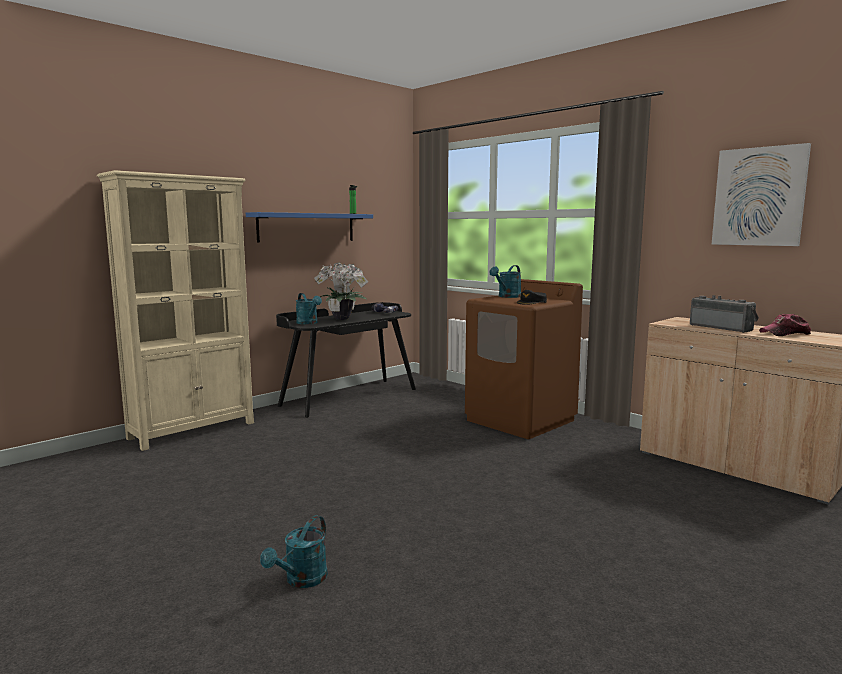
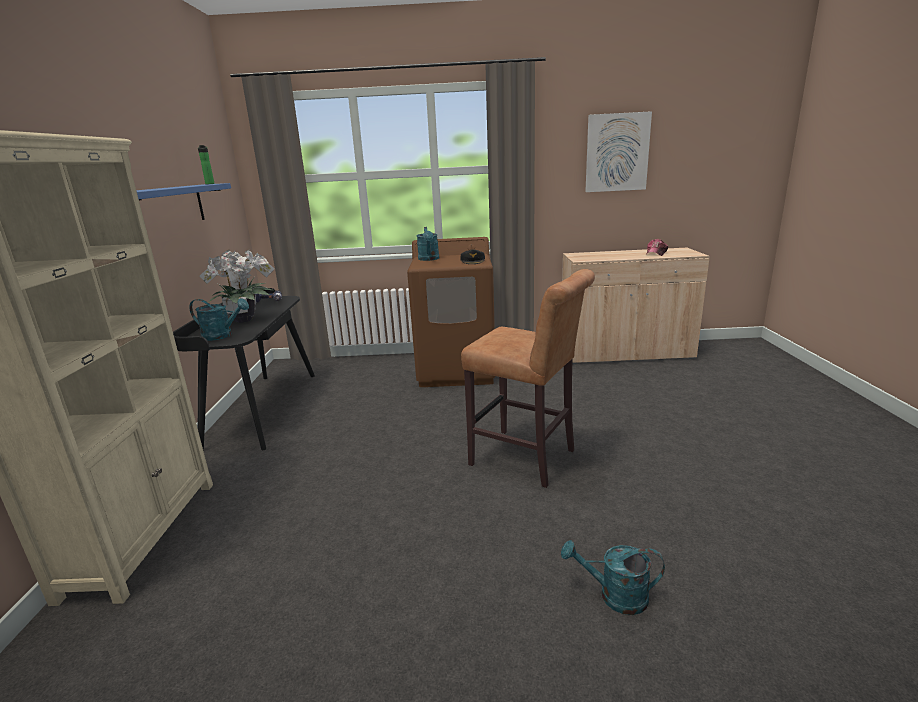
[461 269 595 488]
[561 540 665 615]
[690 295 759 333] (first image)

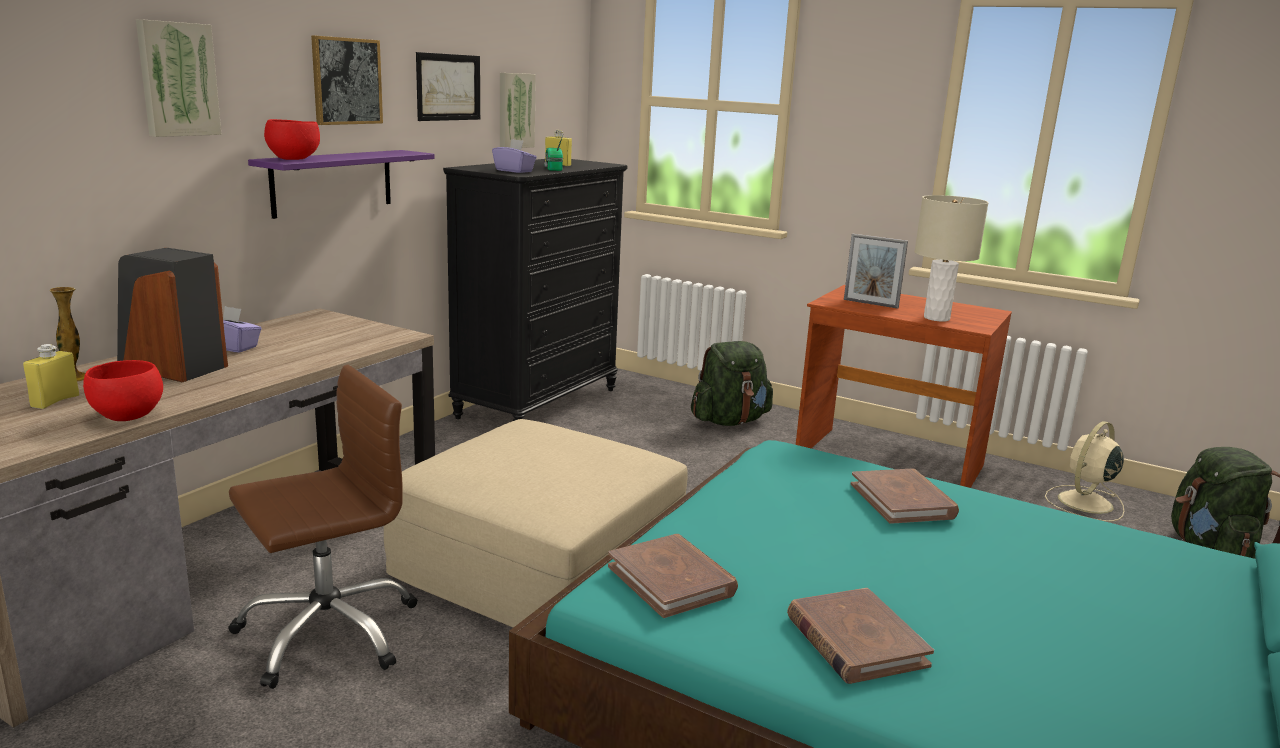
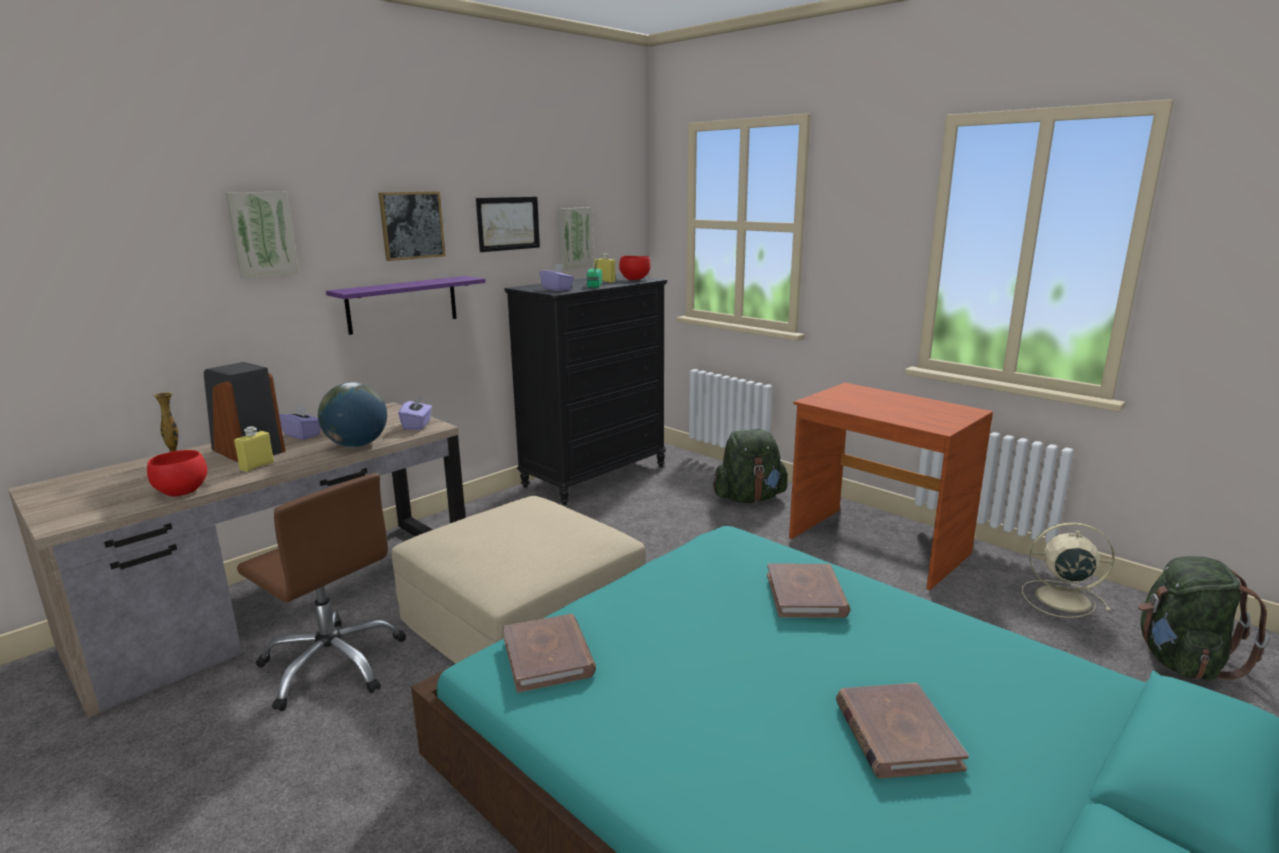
[234 426 274 472]
[237 473 406 711]
[318 382 387 447]
[398 396 432 430]
[619 256 651 280]
[836 683 969 779]
[1022 522 1115 618]
[844 234 908 309] (first image)
[914 195 989 322] (first image)

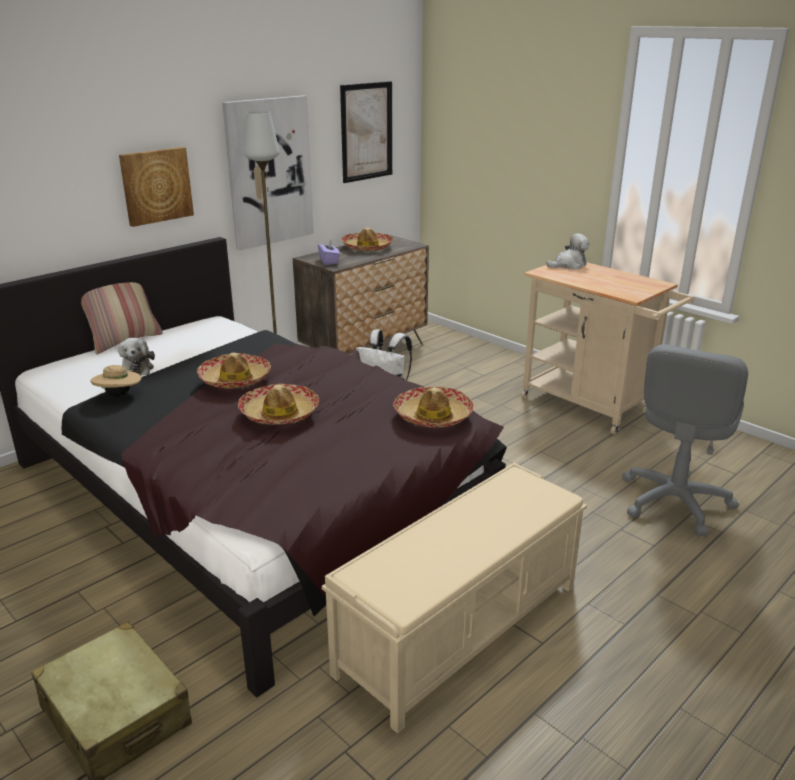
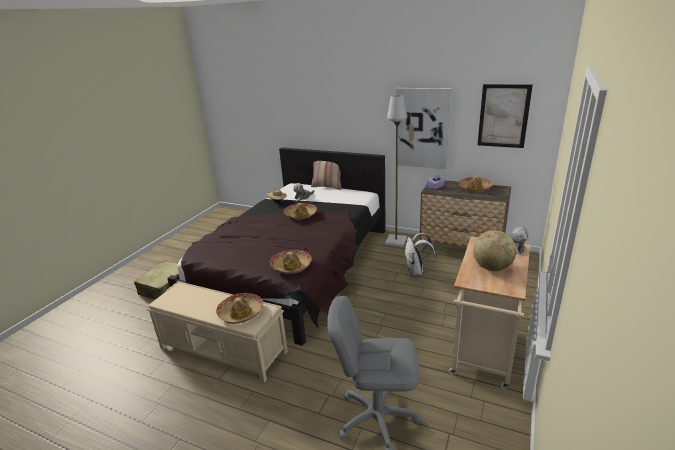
[216 293 263 324]
[473 230 516 271]
[119 147 194 227] (first image)

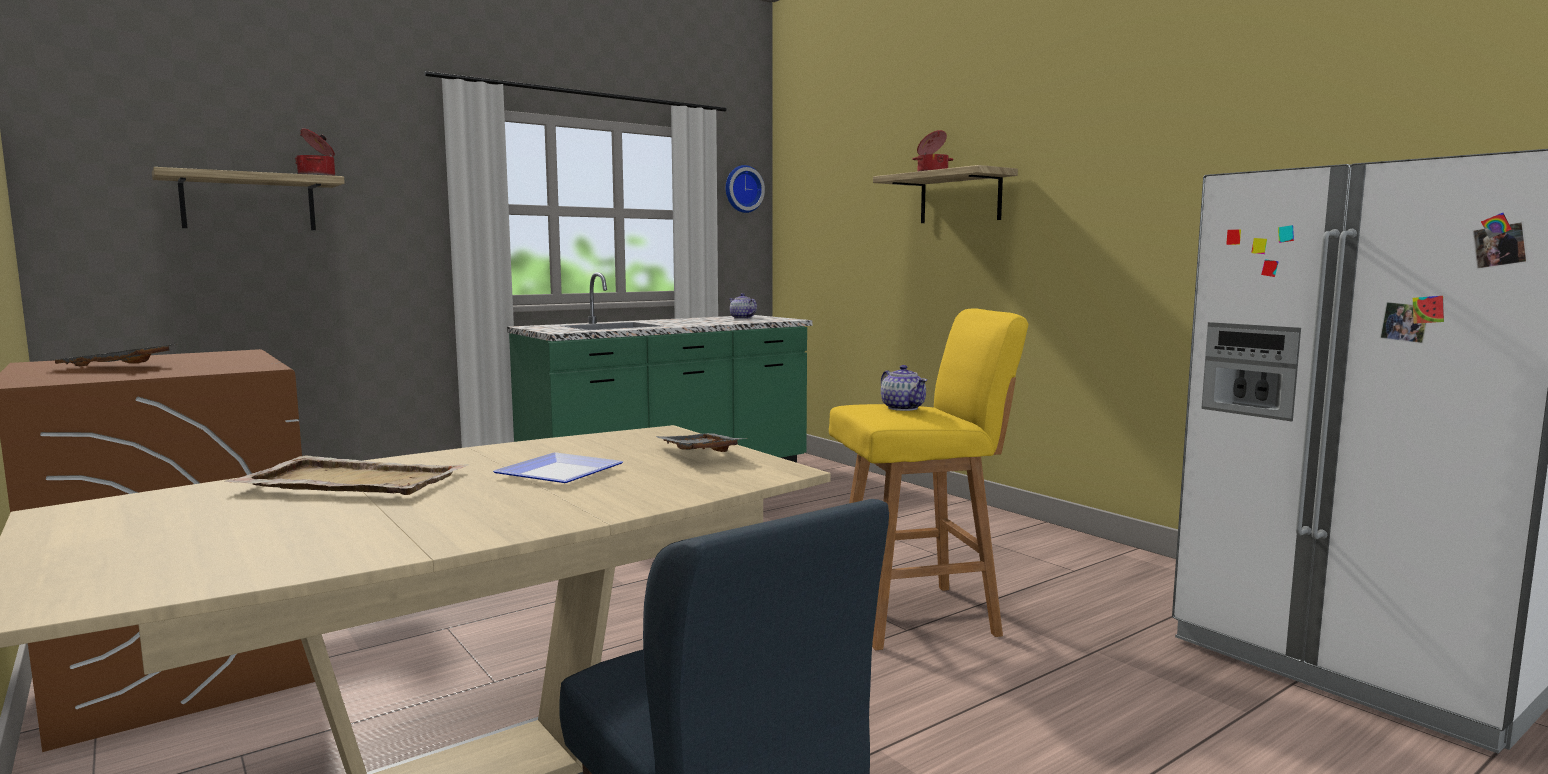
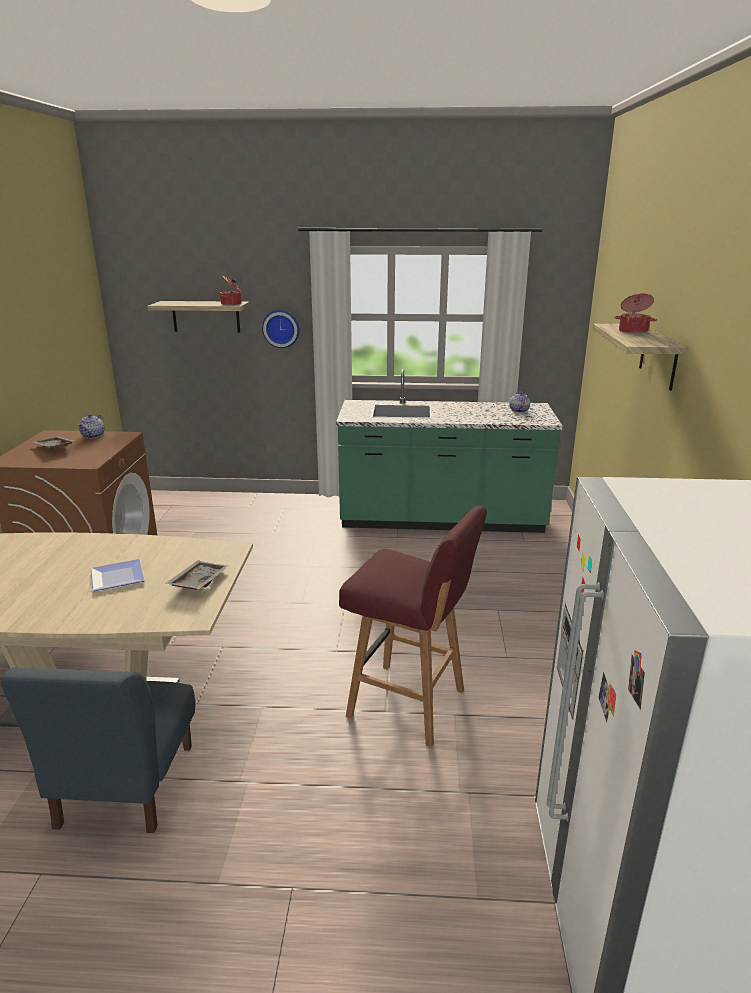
[78 414 105 439]
[262 310 300 348]
[339 505 487 747]
[224 455 469 495] (first image)

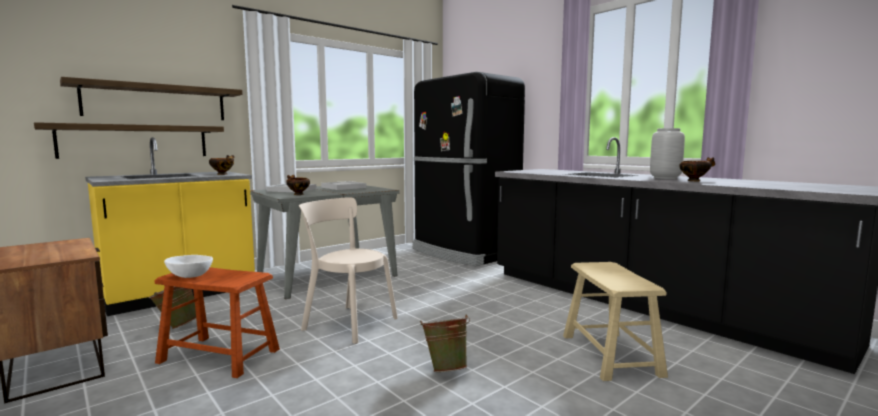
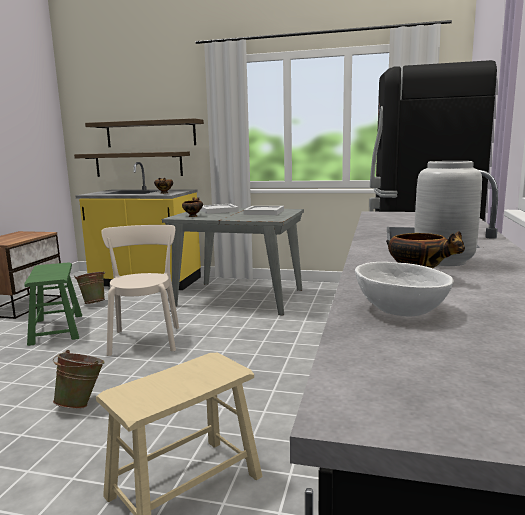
[24 262 82 346]
[355 262 454 316]

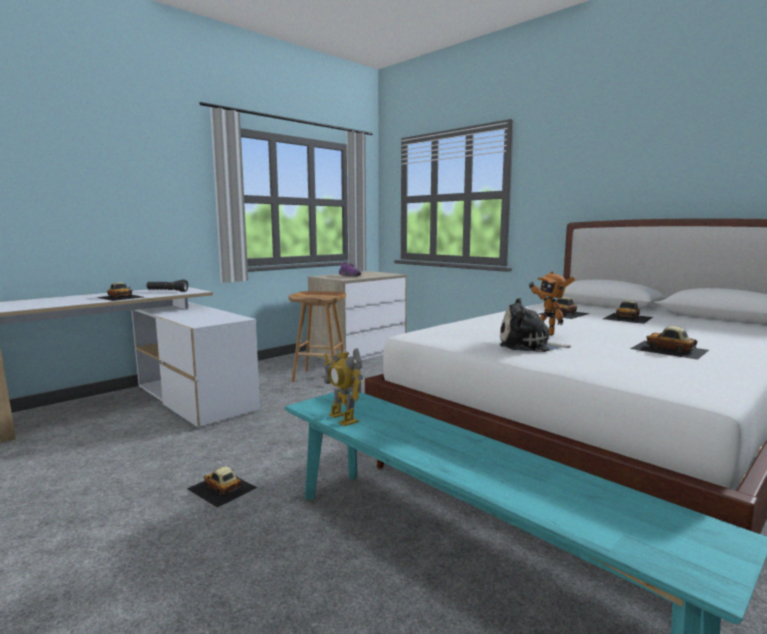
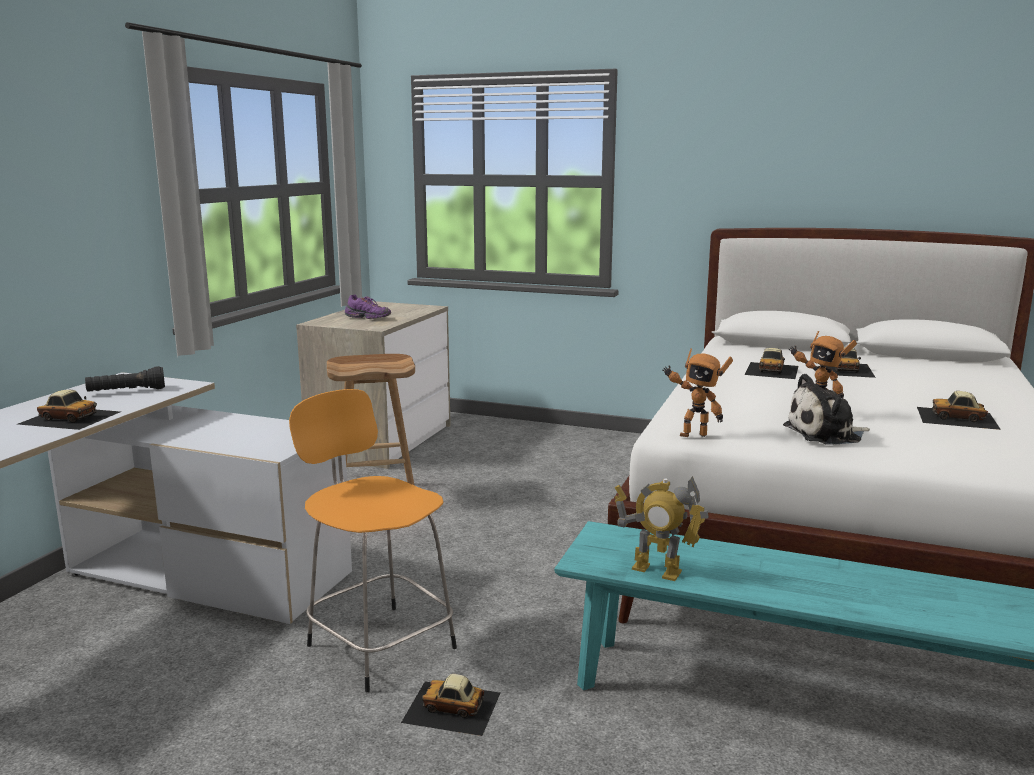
[289 389 457 692]
[662 348 733 437]

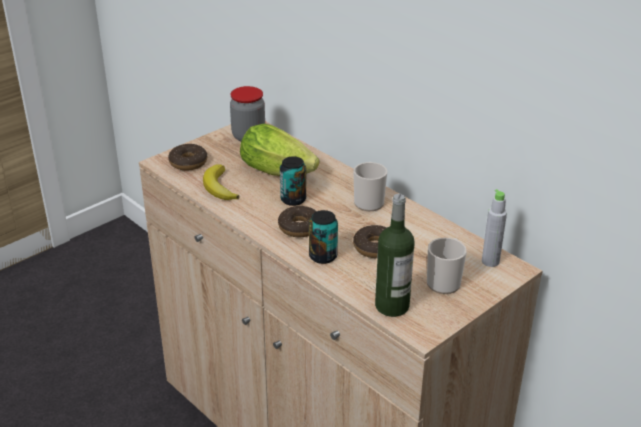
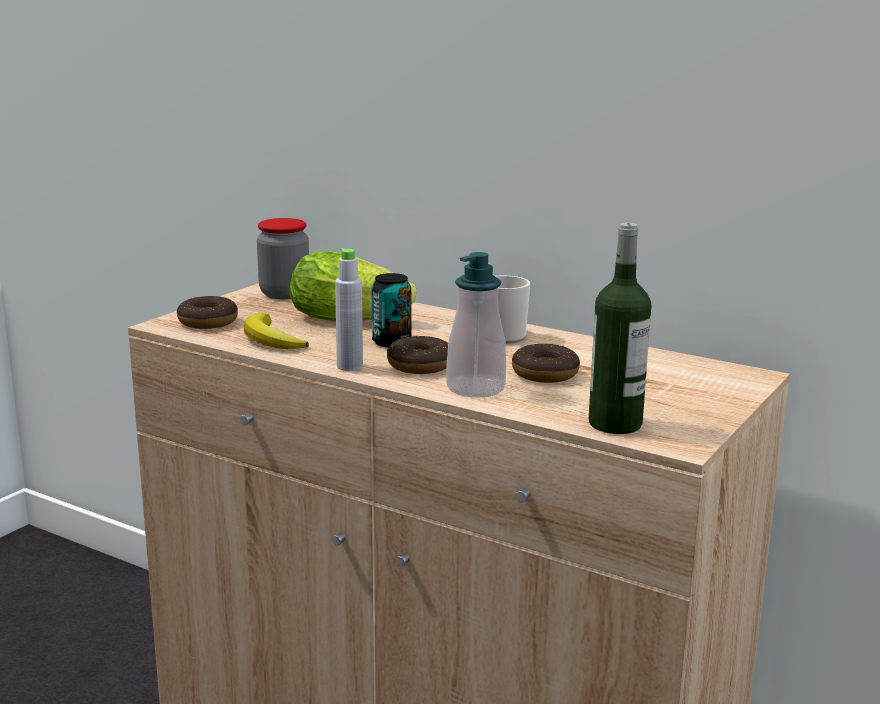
[335 248 363 371]
[446 252 506 398]
[427 238 467 294] (first image)

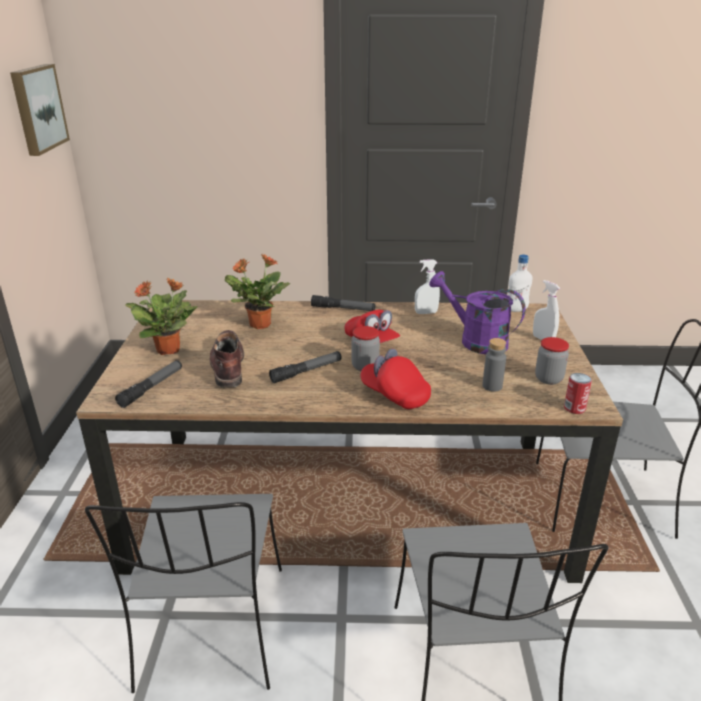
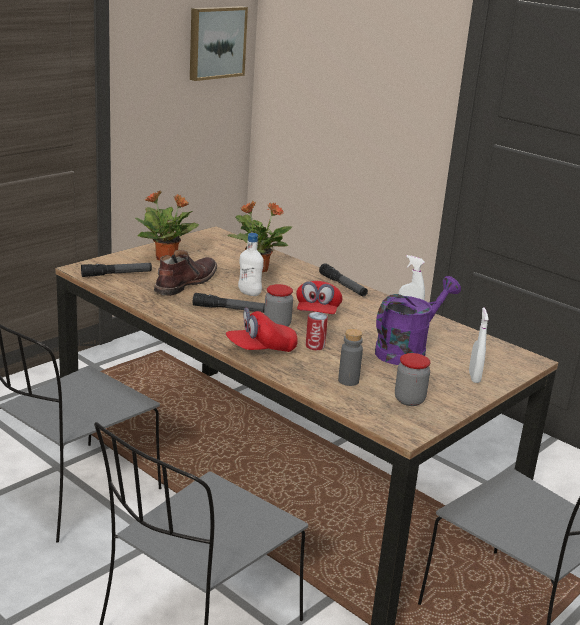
[225 308 298 352]
[238 233 264 296]
[305 312 328 350]
[375 276 461 365]

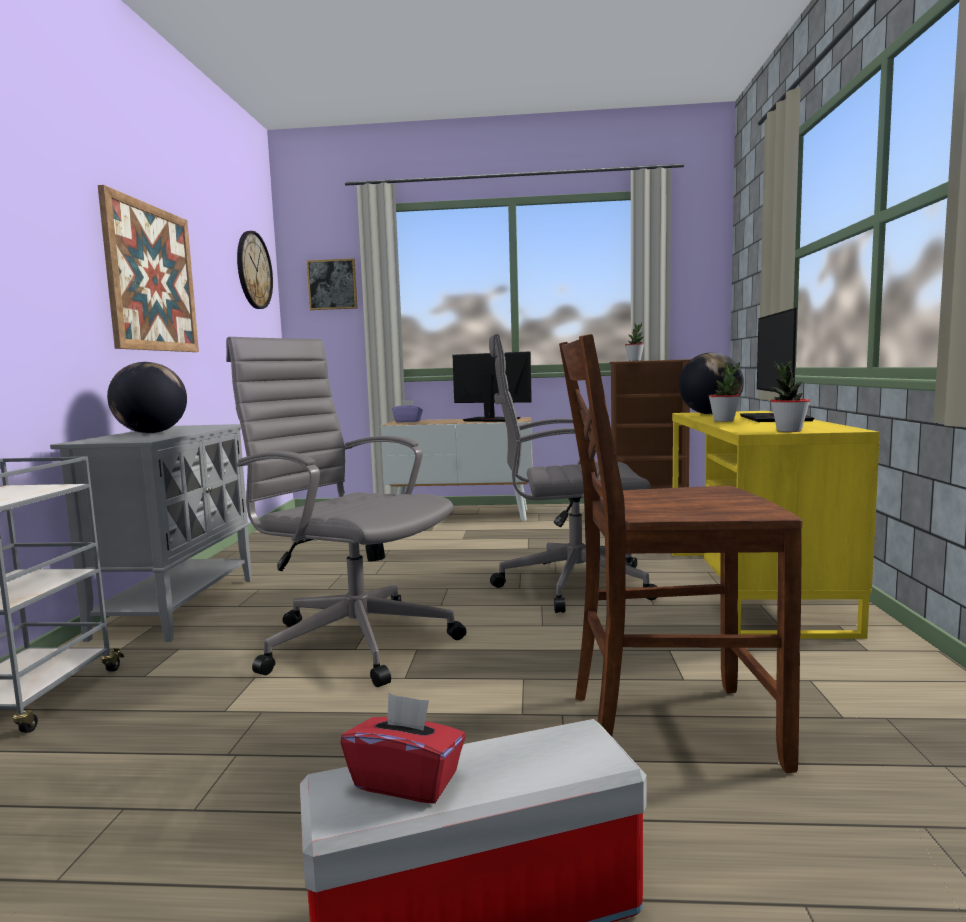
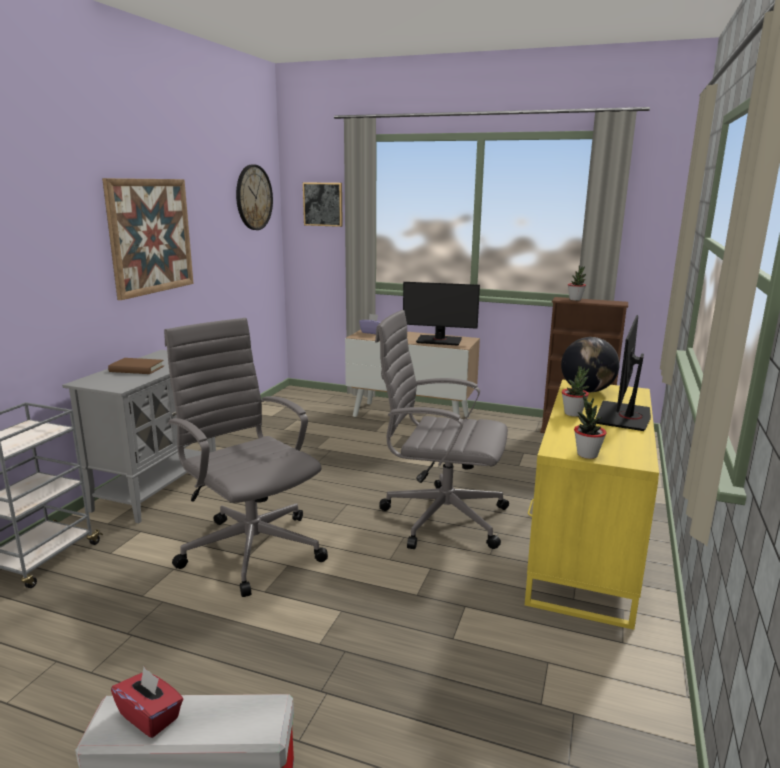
[108 358 164 374]
[403 282 480 346]
[559 334 803 773] (first image)

